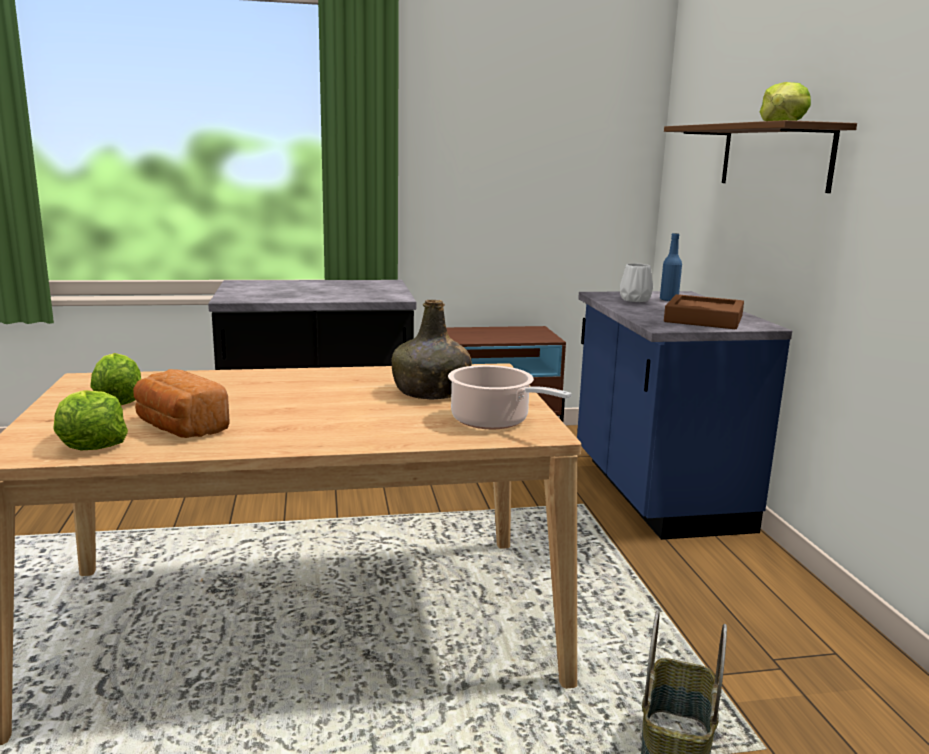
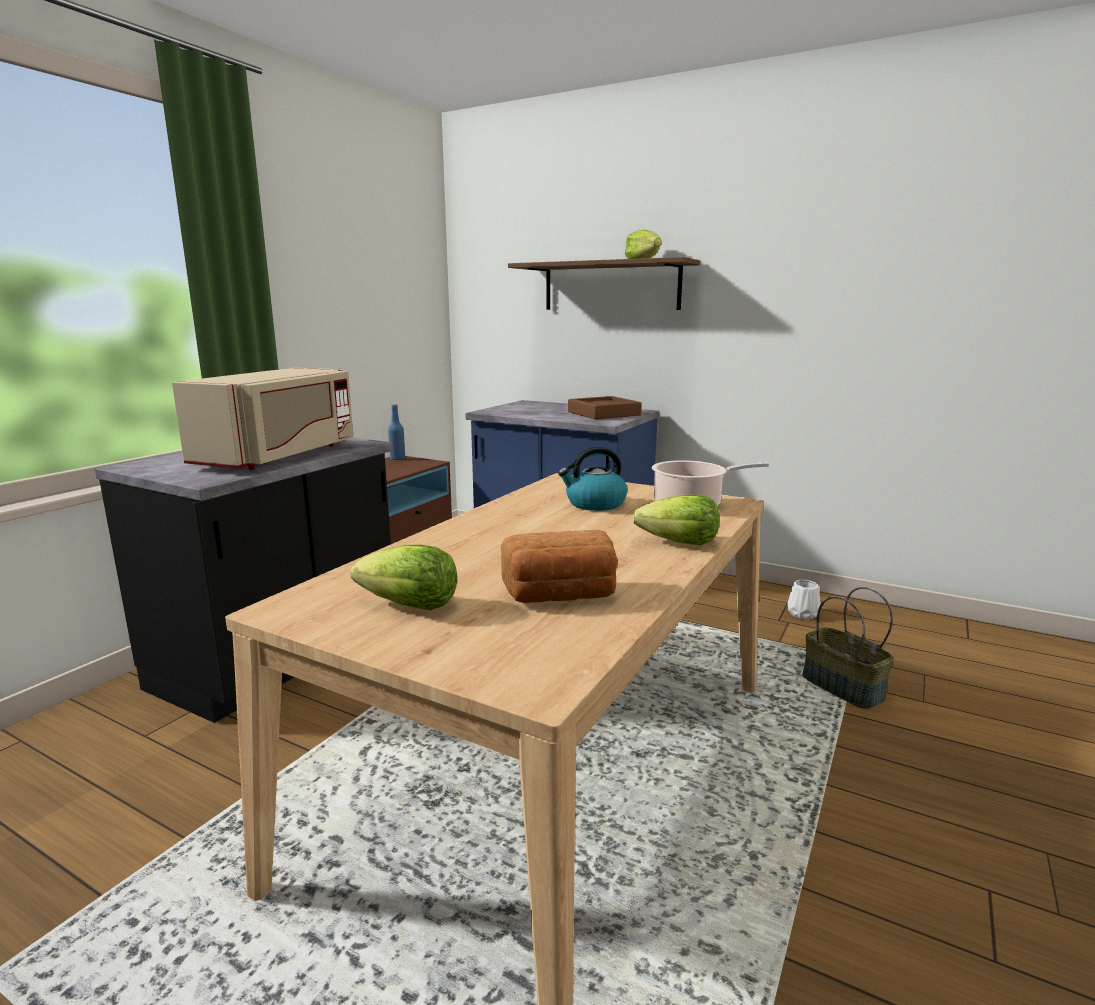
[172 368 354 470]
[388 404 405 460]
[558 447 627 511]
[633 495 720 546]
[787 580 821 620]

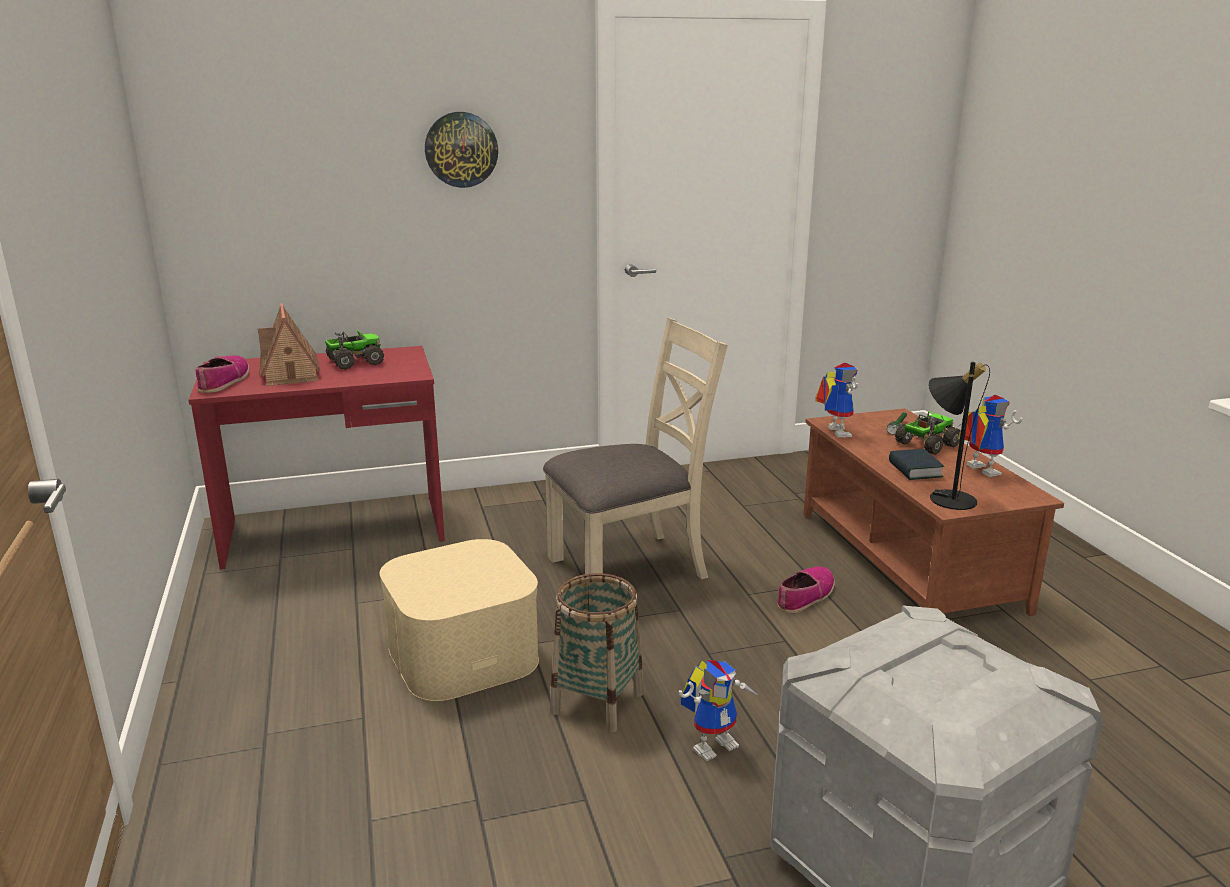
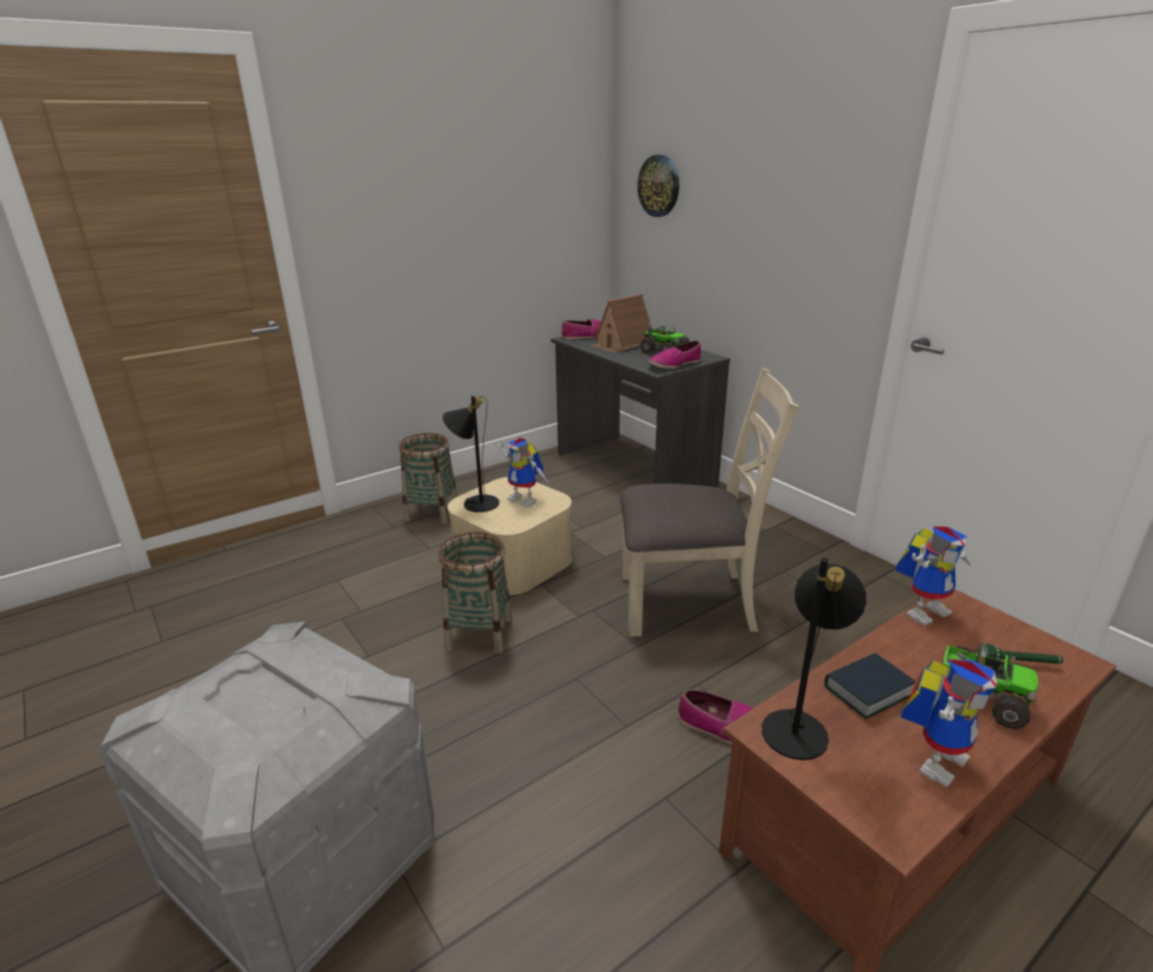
[399 433 457 524]
[442 396 500 512]
[495 438 550 507]
[551 336 730 487]
[620 368 799 636]
[637 155 679 217]
[648 340 701 369]

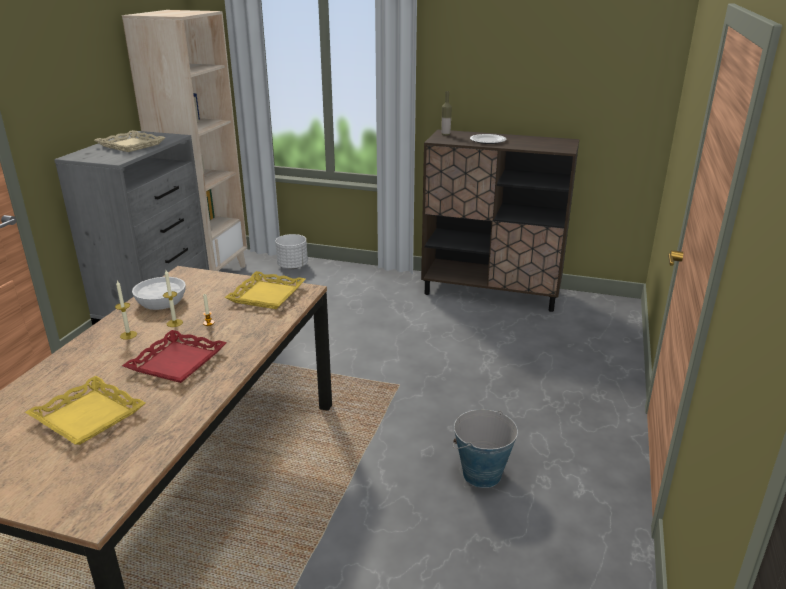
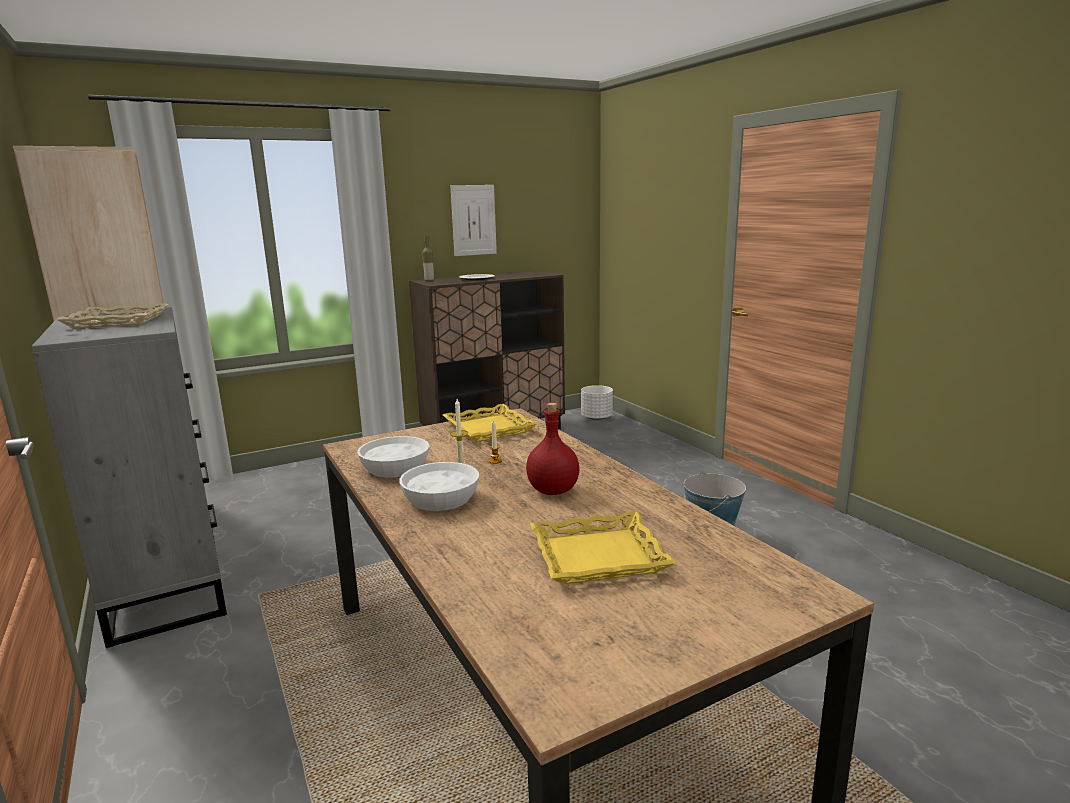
[399 462 479 511]
[450 185 497 256]
[526 403 579 495]
[581 385 613 420]

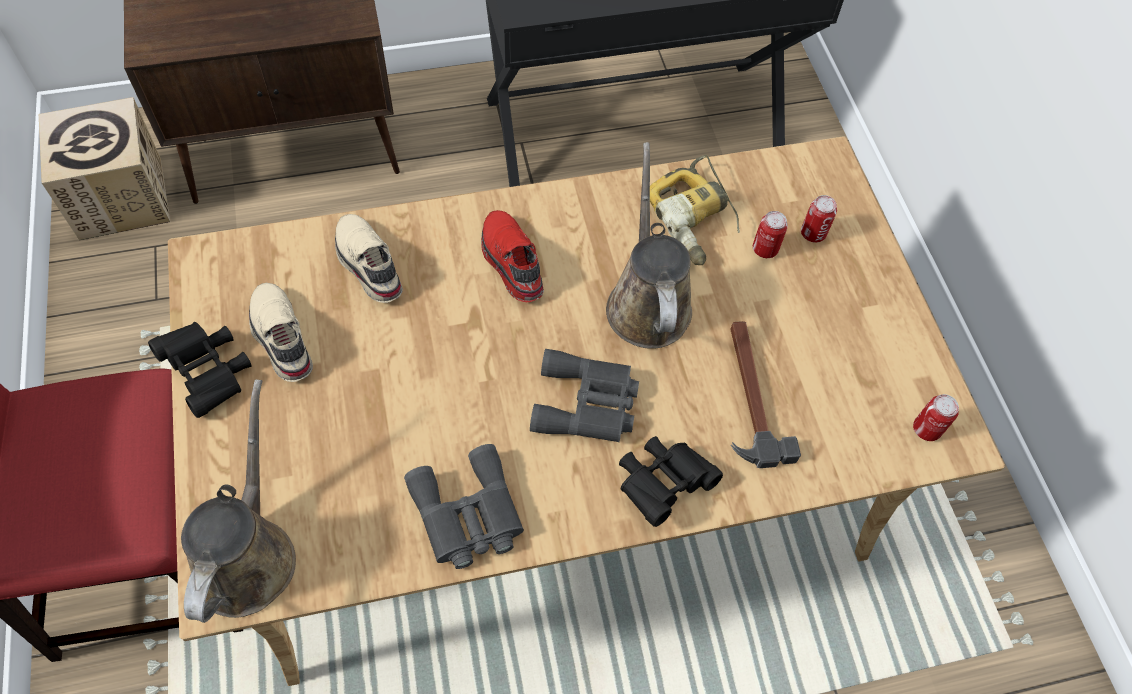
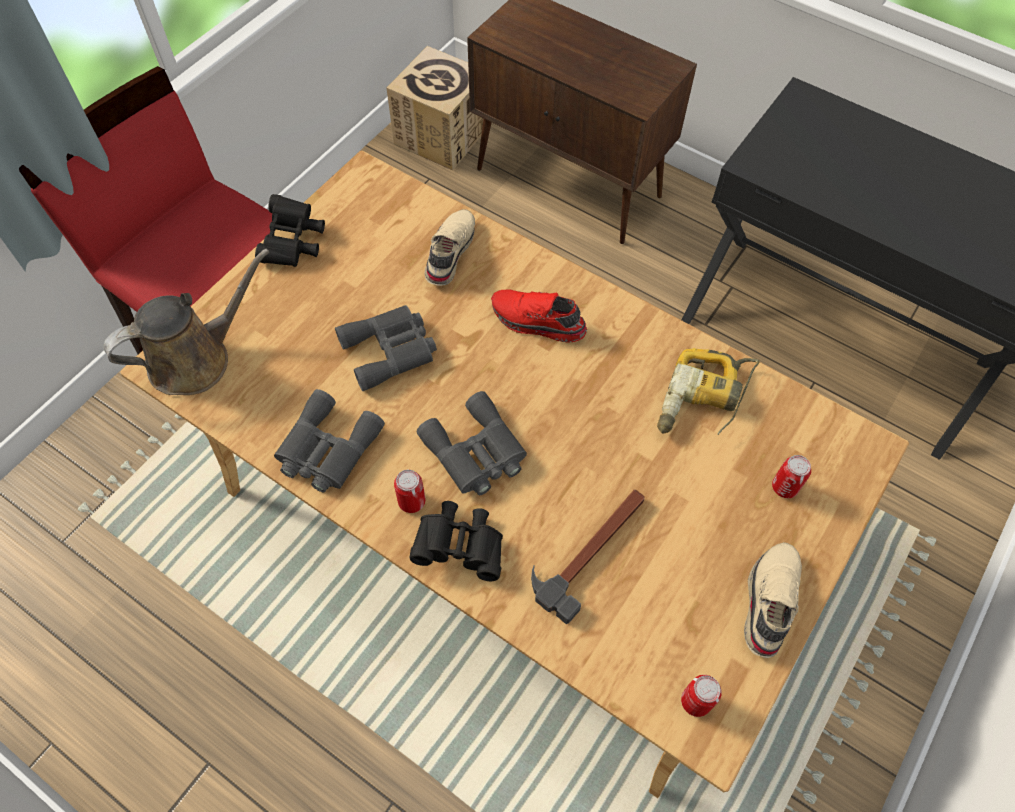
[335 305 437 391]
[394 470 426 513]
[491 290 587 343]
[744 542 802 658]
[606 142 692 349] (first image)

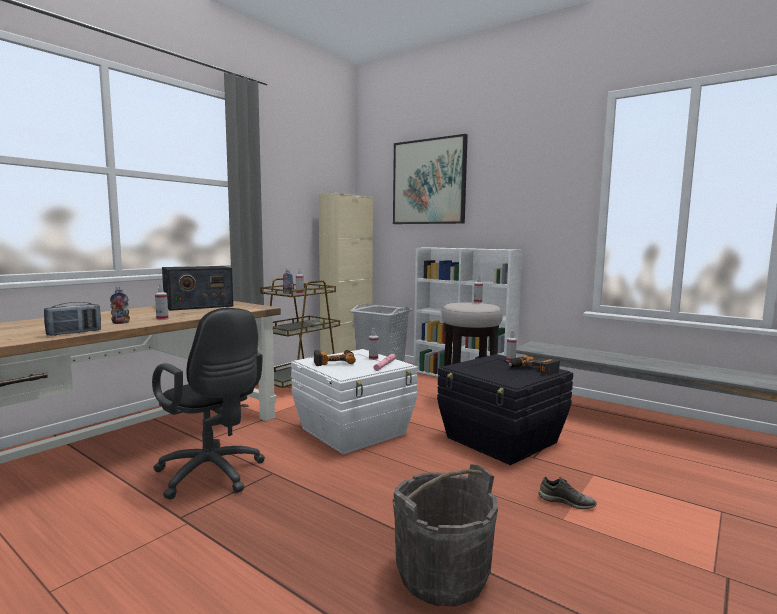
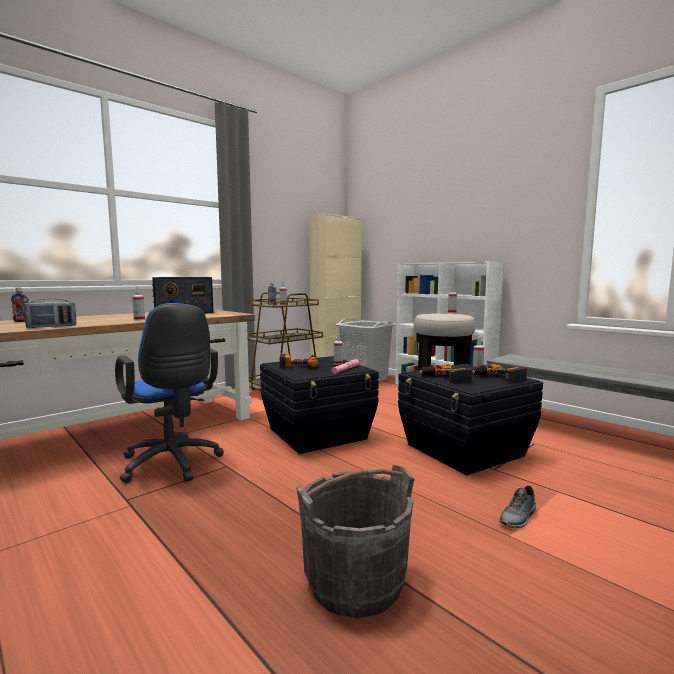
[11 288 29 322]
[115 303 224 483]
[260 356 379 454]
[419 364 472 384]
[500 486 536 528]
[393 134 468 224] (first image)

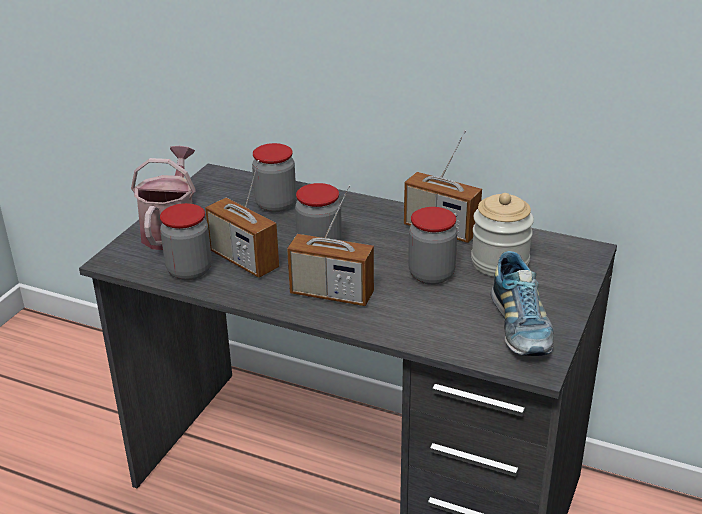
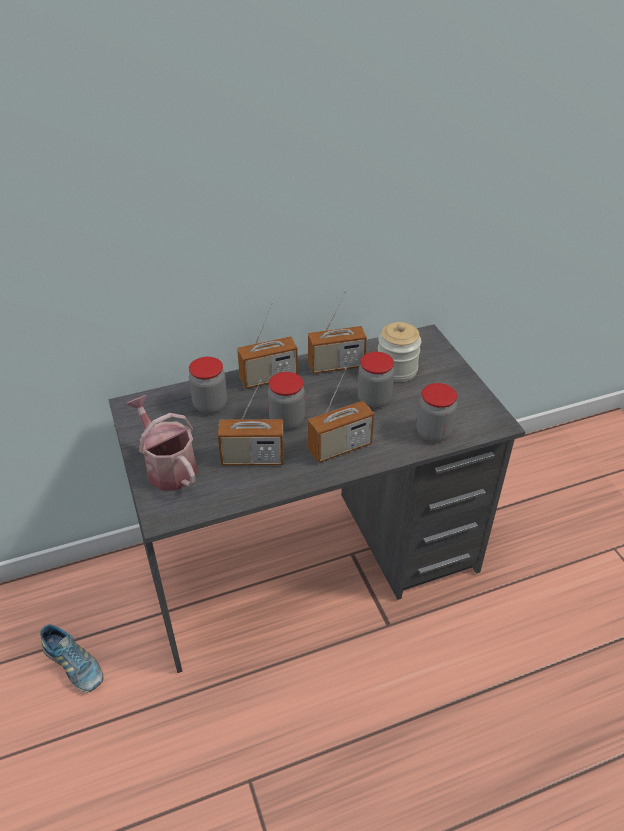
[40 624 104 692]
[237 302 298 389]
[416 383 457 442]

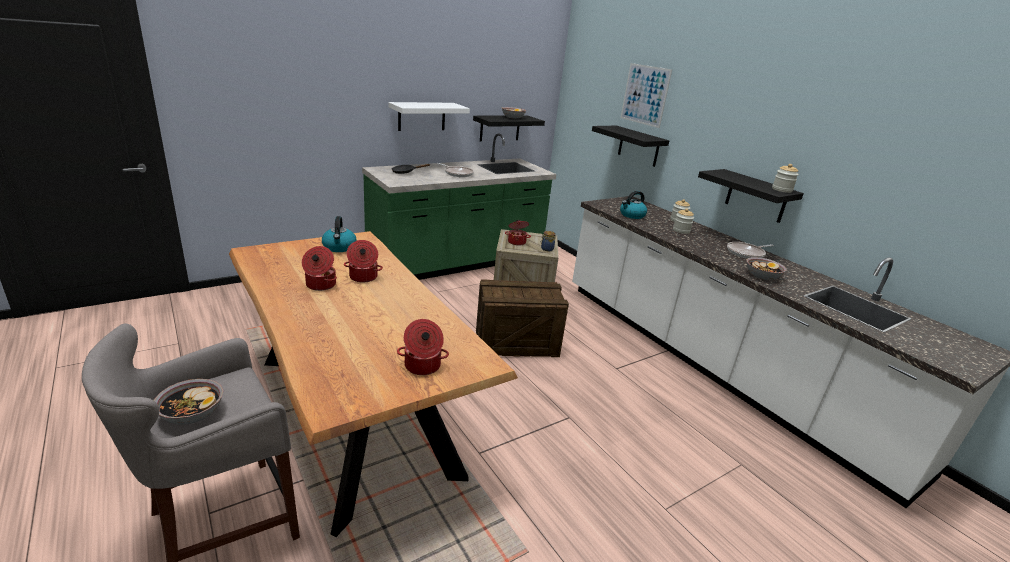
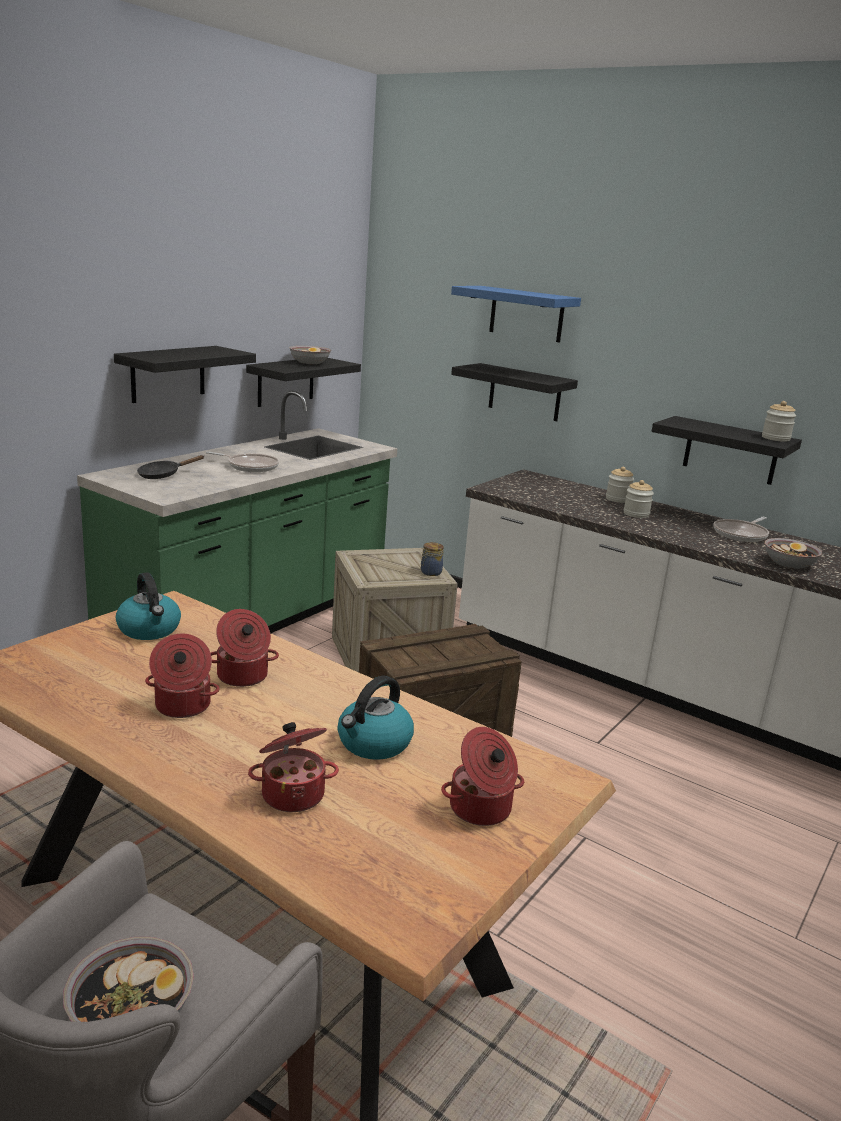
[114 346 256 403]
[248 722 339 812]
[338 675 414 760]
[451 286 581 342]

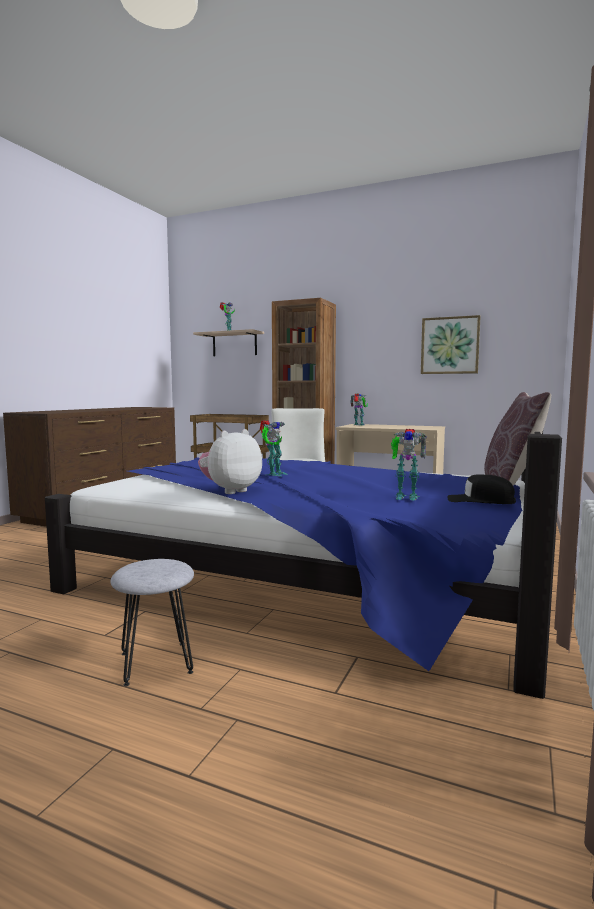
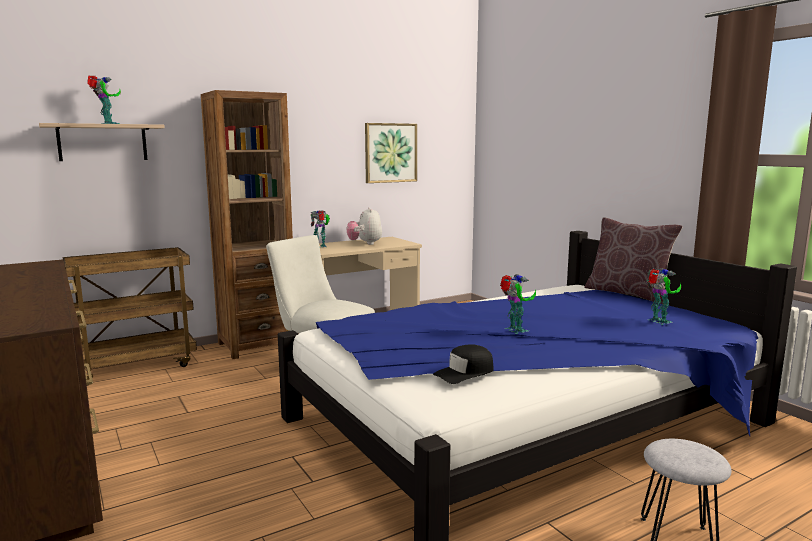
[347 207 382 245]
[433 345 494 384]
[646 268 681 325]

